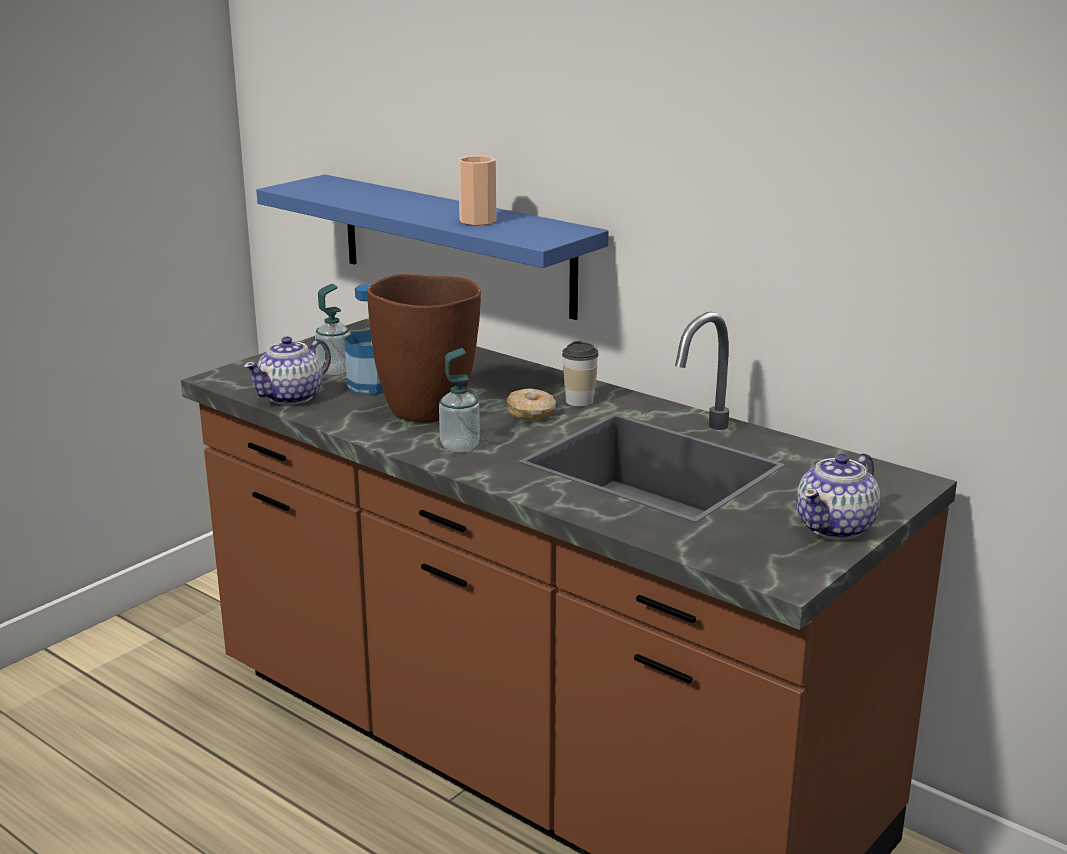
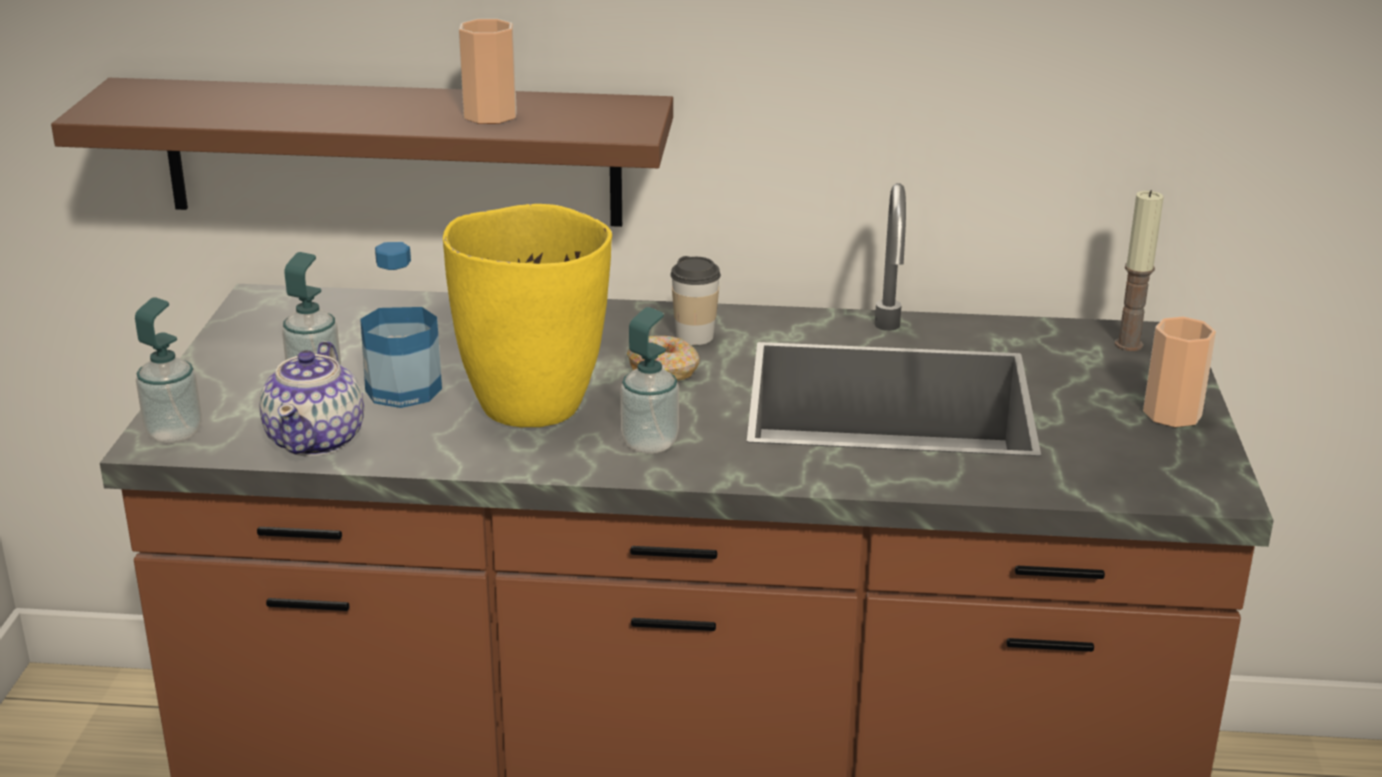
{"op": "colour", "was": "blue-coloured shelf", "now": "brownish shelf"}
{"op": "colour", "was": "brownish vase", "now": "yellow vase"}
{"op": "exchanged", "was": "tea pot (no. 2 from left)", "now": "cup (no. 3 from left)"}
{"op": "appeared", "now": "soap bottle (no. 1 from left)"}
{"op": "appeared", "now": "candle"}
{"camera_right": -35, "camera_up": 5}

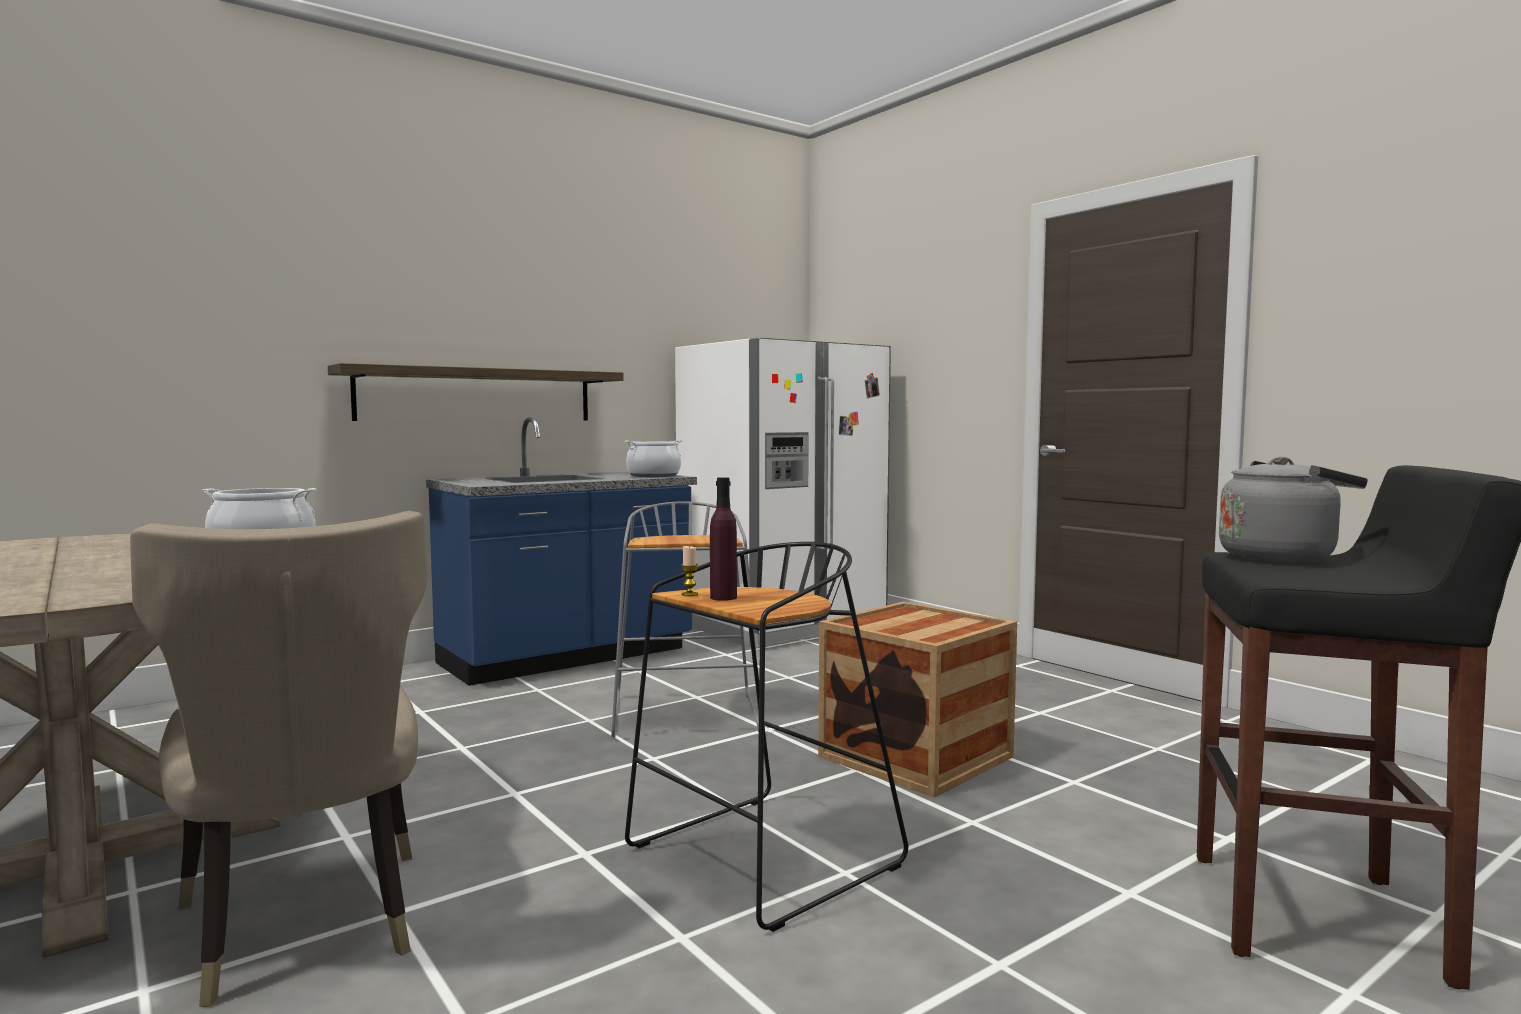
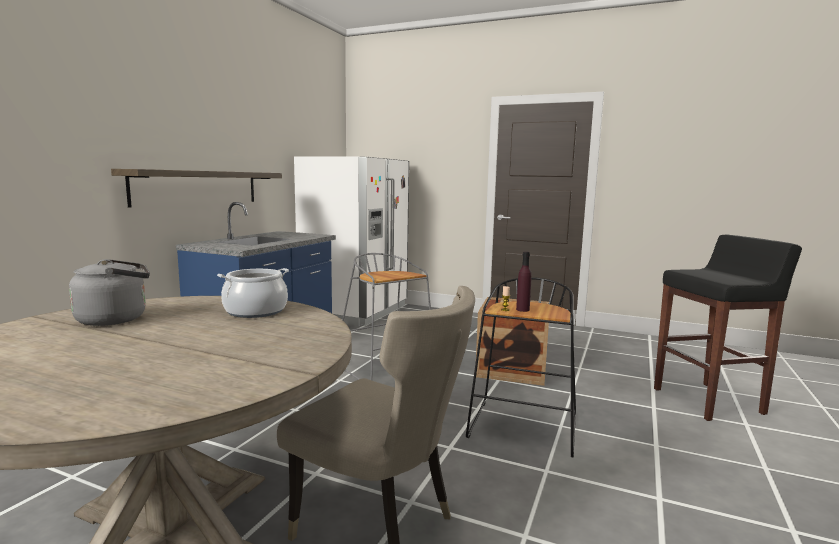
{"op": "missing", "was": "stockpot (no. 2 from left)"}
{"op": "relocated", "was": "grey tea kettle"}
{"camera_right": -30, "camera_up": 5}

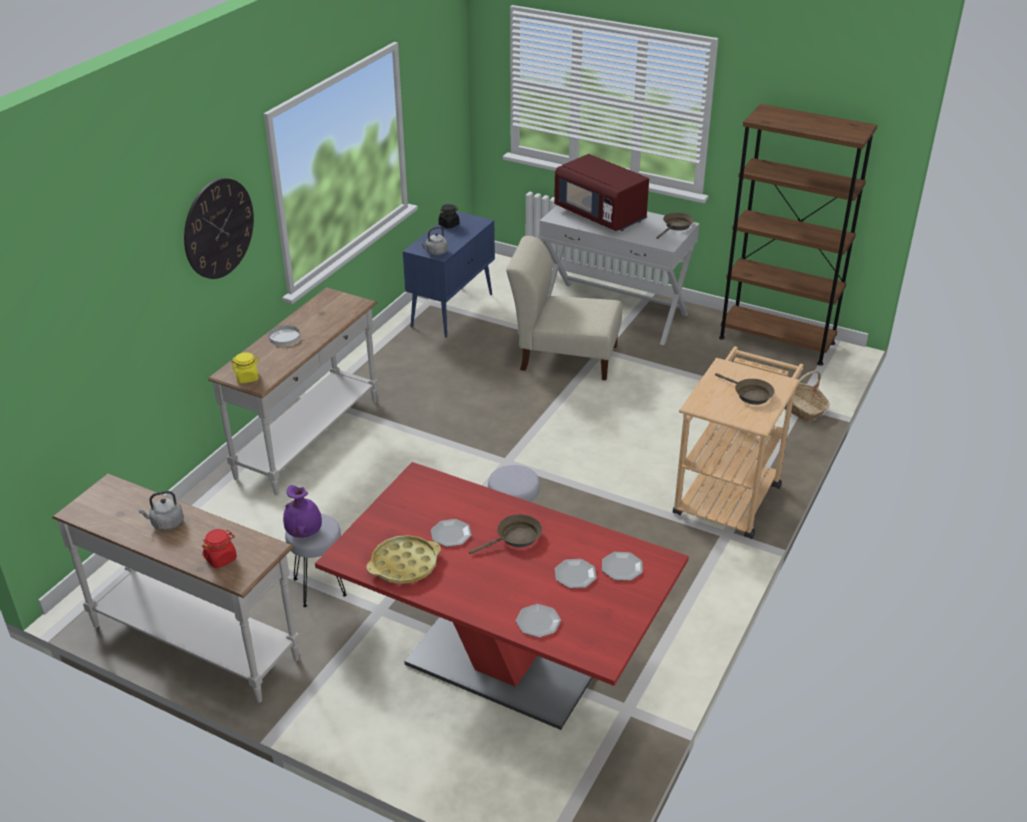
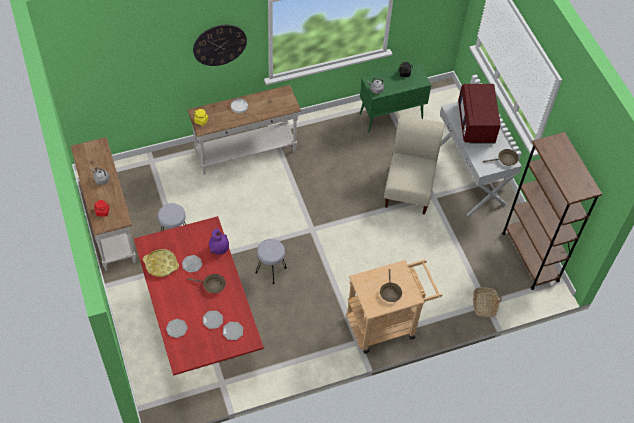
{"op": "relocated", "was": "purple vase"}
{"op": "colour", "was": "blue-coloured cabinet", "now": "green cabinet"}
{"op": "spun", "was": "beige upright chair", "clockwise": 45}
{"camera_right": 40, "camera_up": 20}

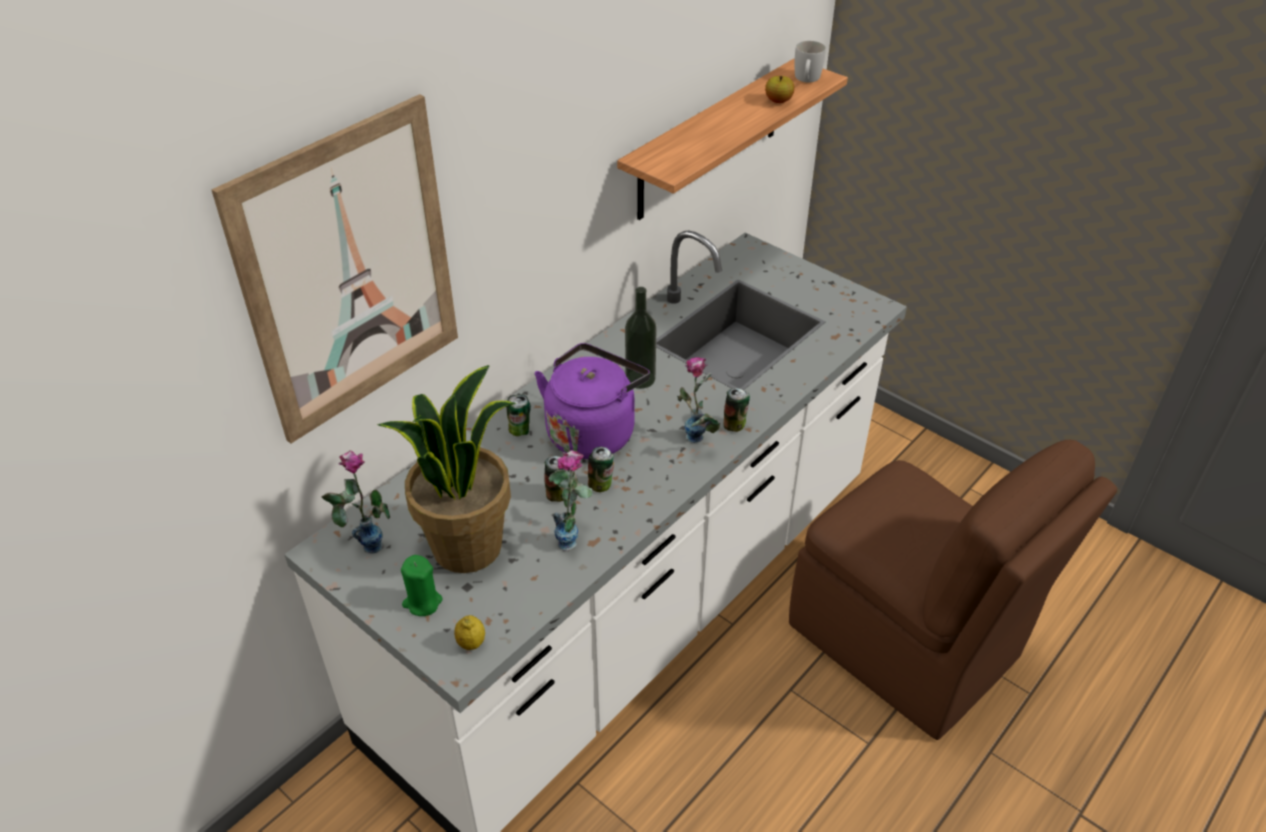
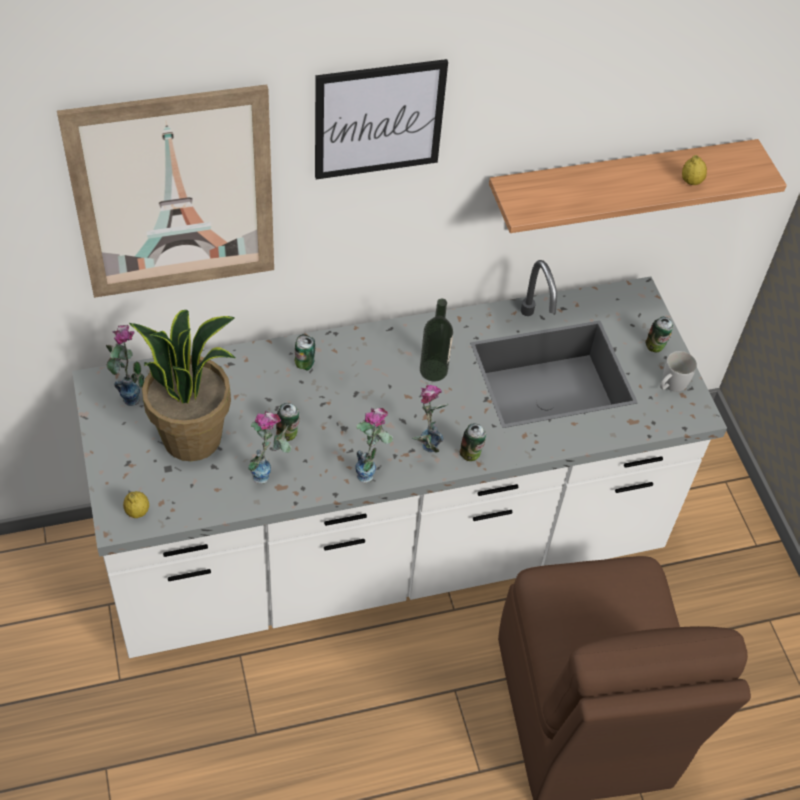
{"op": "missing", "was": "green candle"}
{"op": "missing", "was": "purple tea kettle"}
{"op": "relocated", "was": "can (no. 3 from left in the first image)", "now": "can (no. 4 from left)"}
{"op": "exchanged", "was": "apple fruit", "now": "citrus fruit (no. 2 from left)"}
{"op": "relocated", "was": "white-coloured mug"}
{"op": "appeared", "now": "picture (no. 2 from left)"}
{"op": "appeared", "now": "vase (no. 3 from left)"}
{"camera_right": 30, "camera_up": 10}

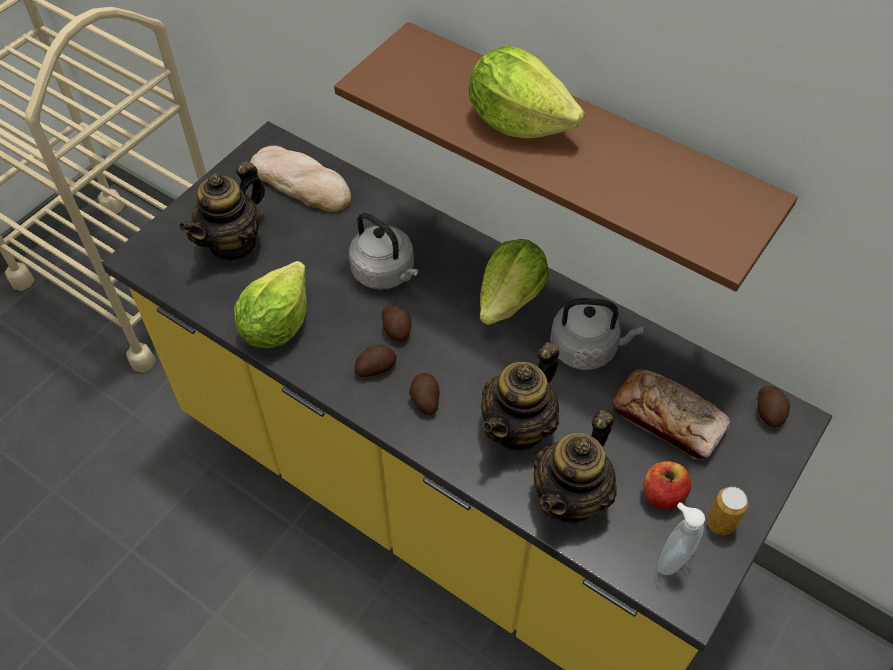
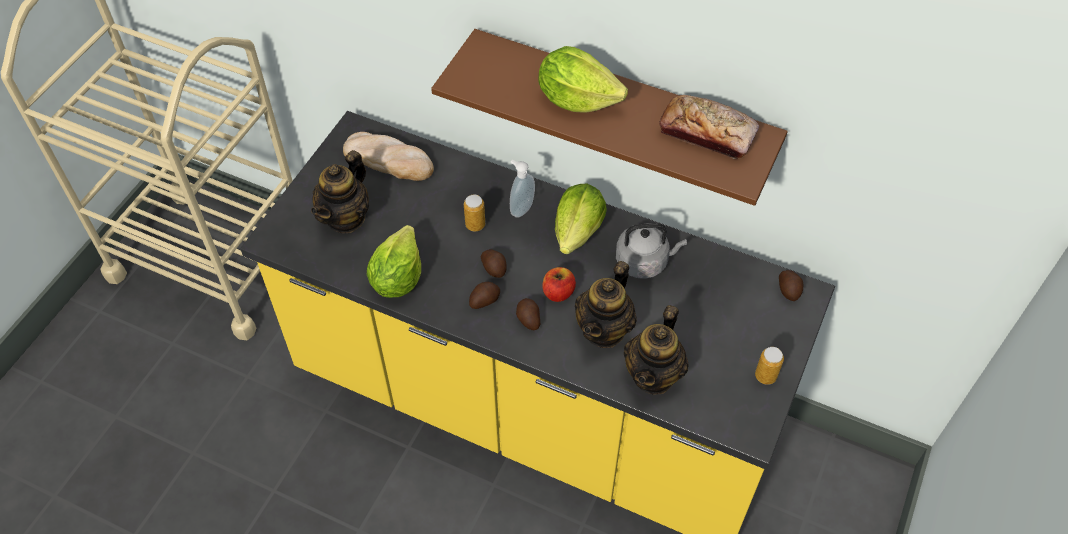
{"op": "exchanged", "was": "grey tea kettle (no. 1 from left)", "now": "can (no. 1 from left)"}
{"op": "relocated", "was": "bakery bread (no. 2 from left)"}
{"op": "relocated", "was": "apple fruit"}
{"op": "relocated", "was": "soap bottle"}
{"camera_right": -10, "camera_up": 0}

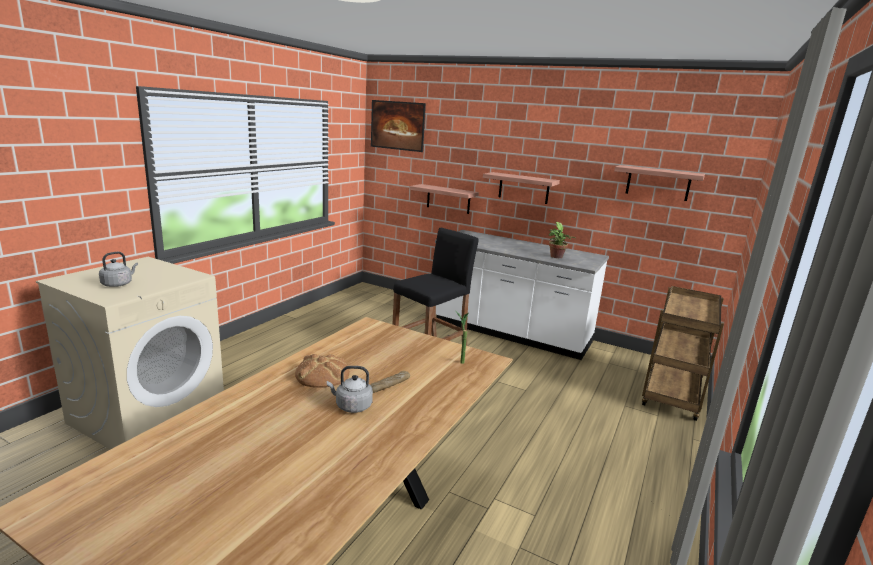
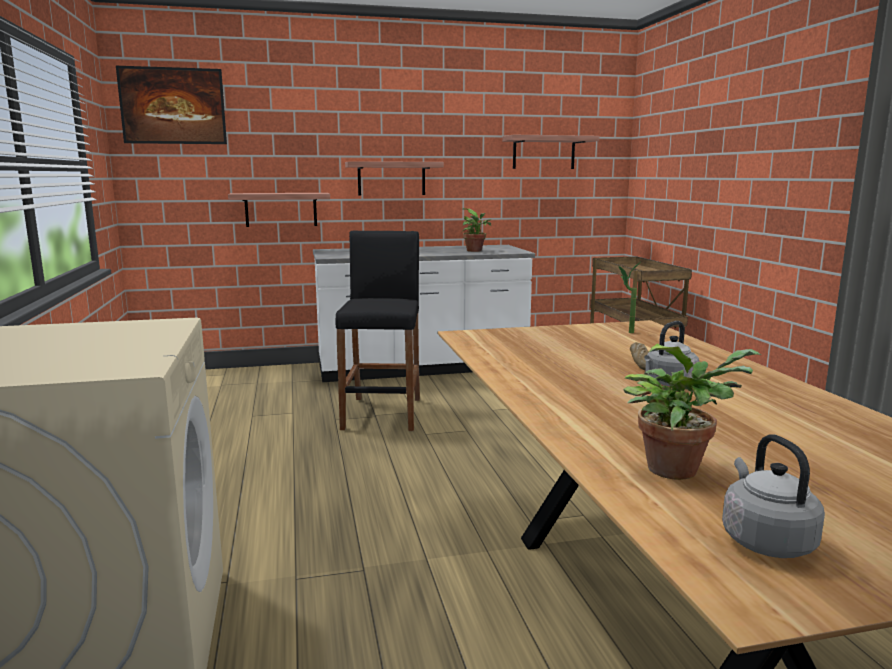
{"op": "relocated", "was": "grey tea kettle (no. 1 from left in the first image)", "now": "grey tea kettle (no. 2 from left)"}
{"op": "missing", "was": "bakery bread (no. 1 from left)"}
{"op": "appeared", "now": "plant in a pot (no. 3 from left)"}
{"camera_right": -40, "camera_up": -5}

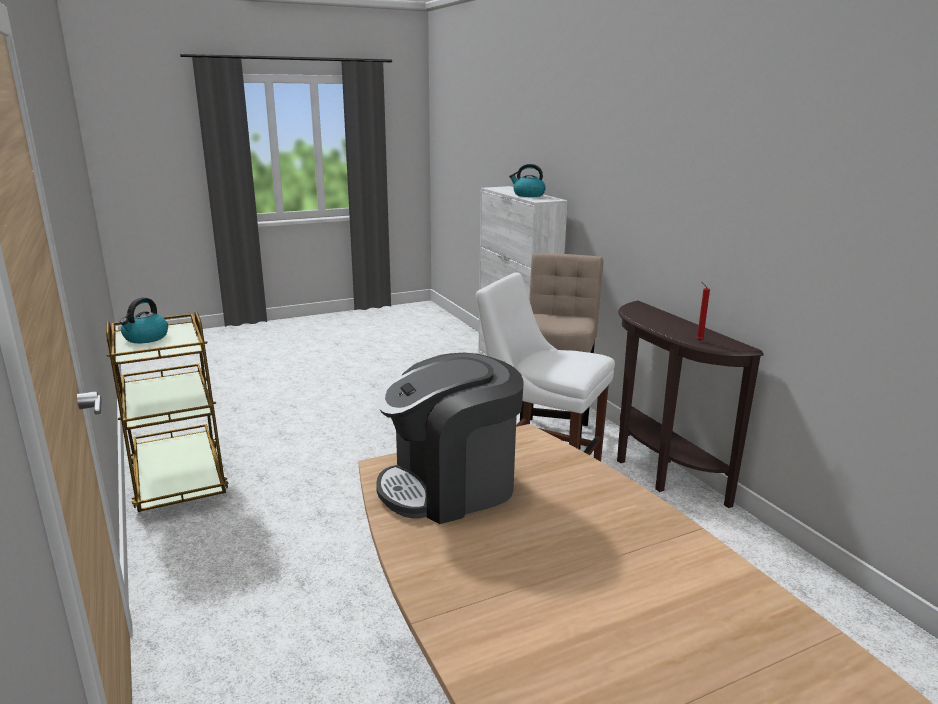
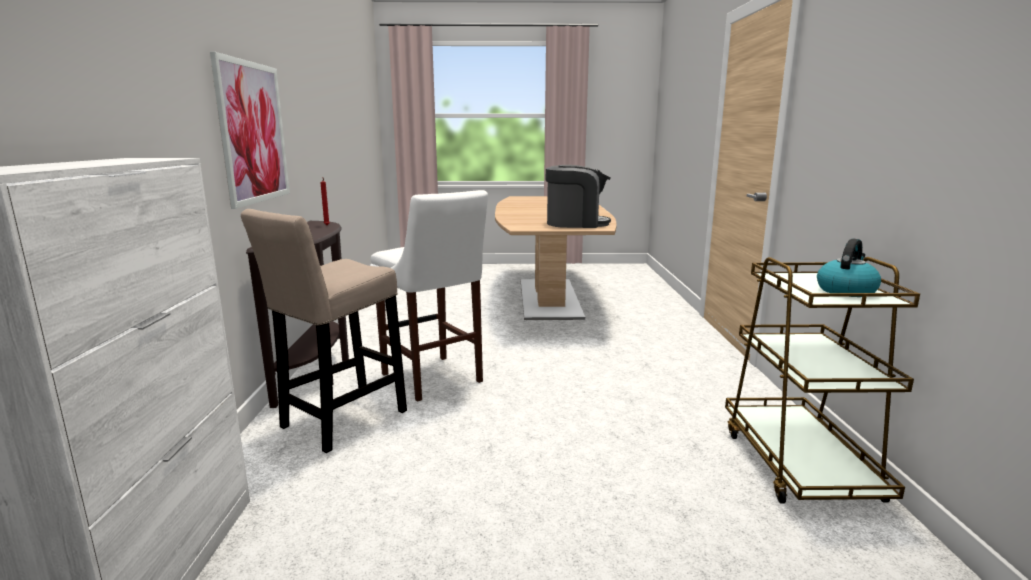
{"op": "missing", "was": "tea kettle (no. 2 from left)"}
{"op": "appeared", "now": "picture"}
{"camera_right": -155, "camera_up": -5}

